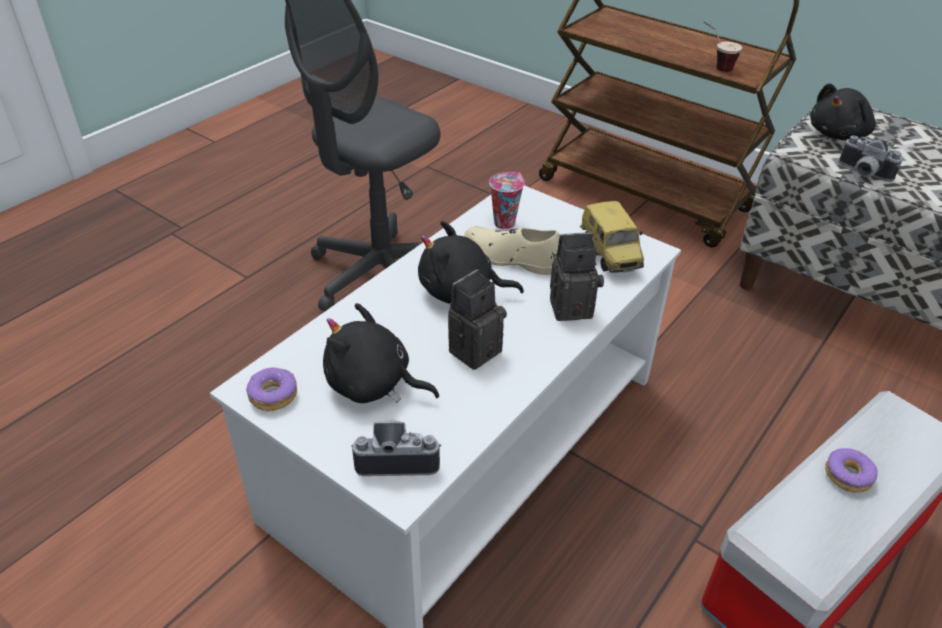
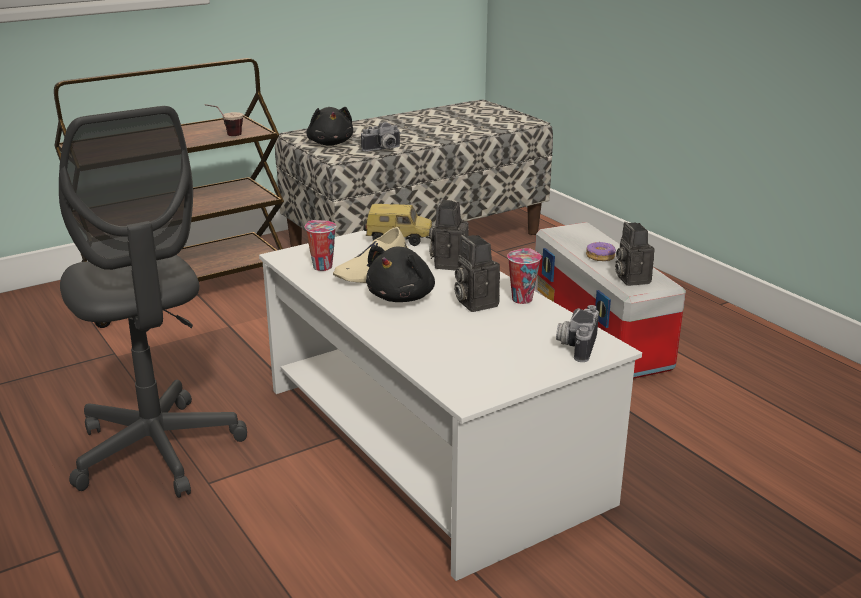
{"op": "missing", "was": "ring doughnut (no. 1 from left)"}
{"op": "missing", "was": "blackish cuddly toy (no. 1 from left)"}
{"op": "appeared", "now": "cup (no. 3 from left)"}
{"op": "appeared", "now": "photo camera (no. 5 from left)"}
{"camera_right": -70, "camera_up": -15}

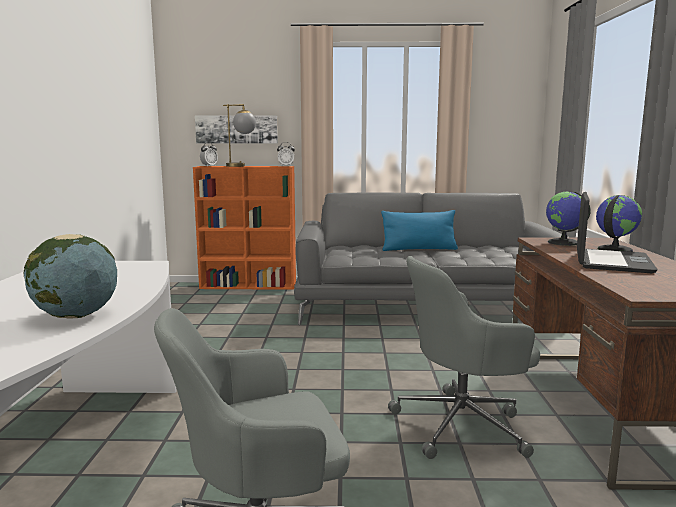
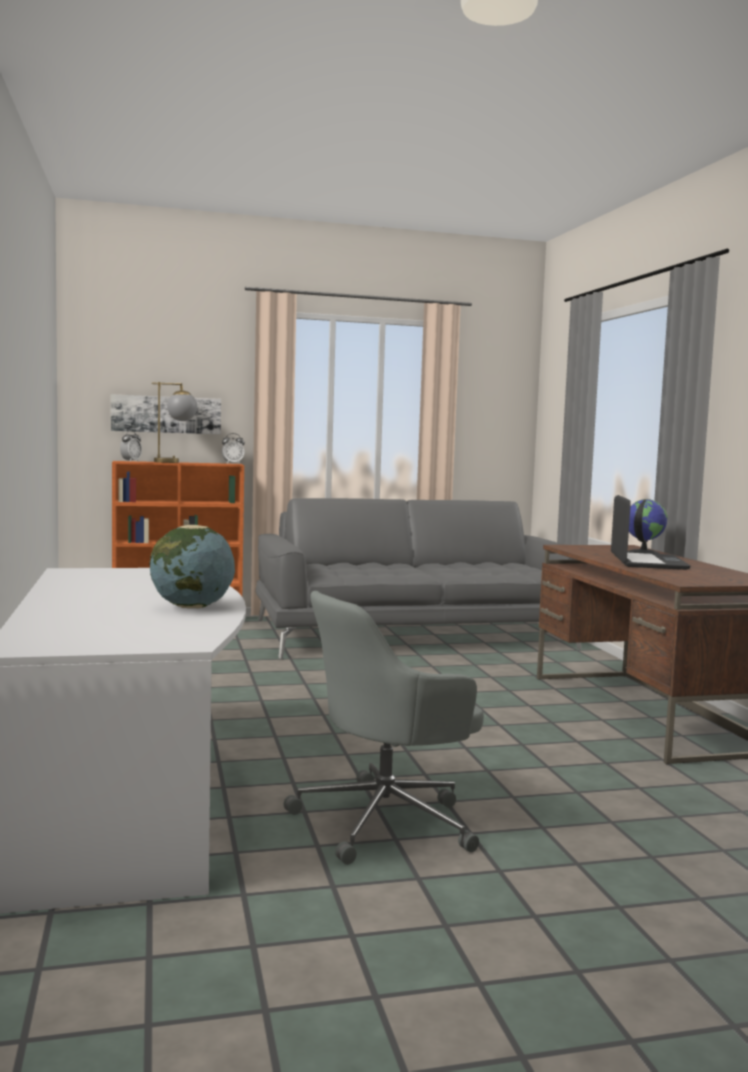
{"op": "missing", "was": "blue-coloured throw pillow"}
{"op": "missing", "was": "grey computer chair (no. 2 from left)"}
{"op": "missing", "was": "world globe (no. 2 from left)"}
{"camera_right": -15, "camera_up": -5}

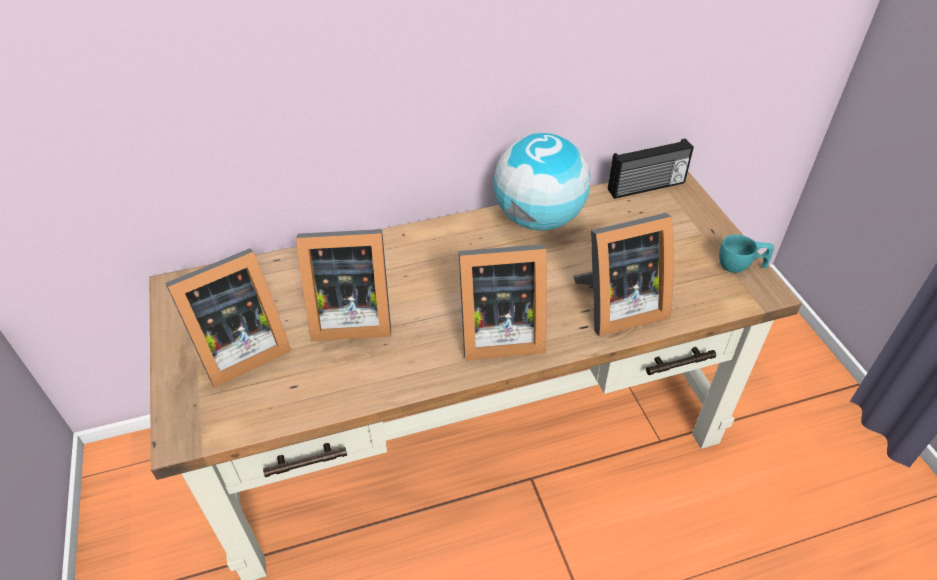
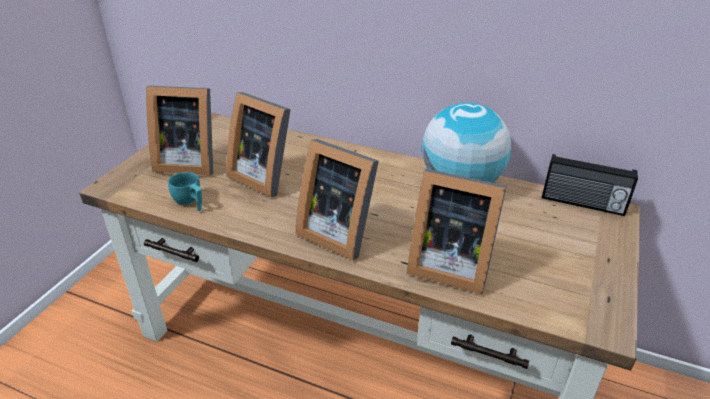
{"op": "relocated", "was": "blue-green cup"}
{"camera_right": 40, "camera_up": -10}

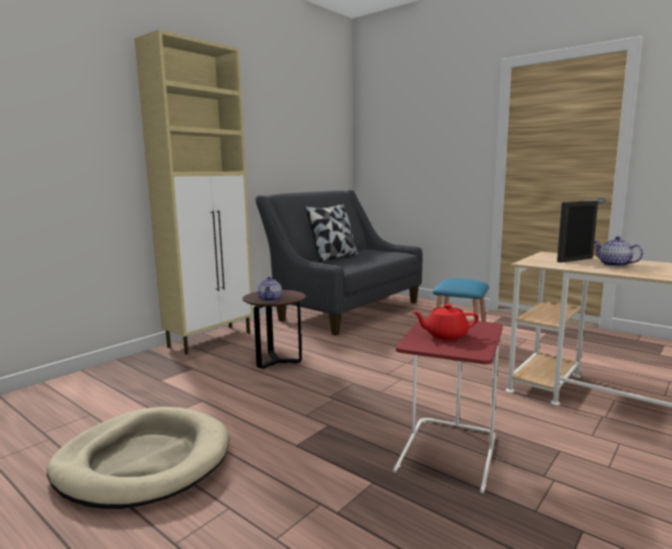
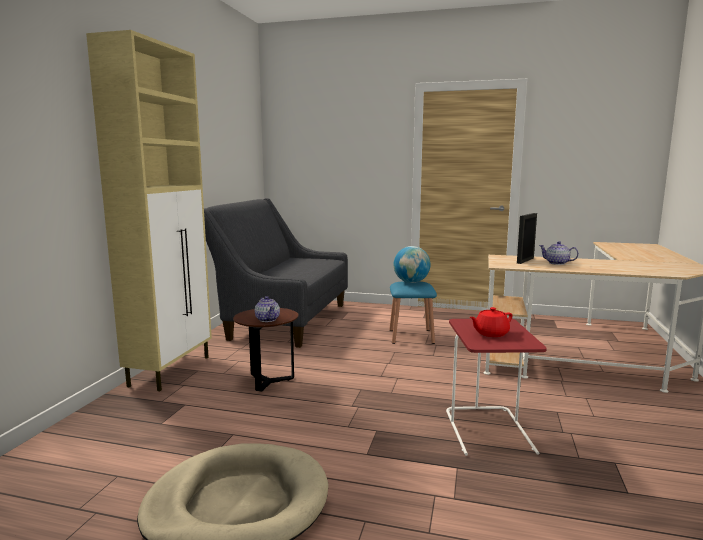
{"op": "missing", "was": "throw pillow"}
{"op": "appeared", "now": "world globe"}
{"camera_right": -25, "camera_up": 0}

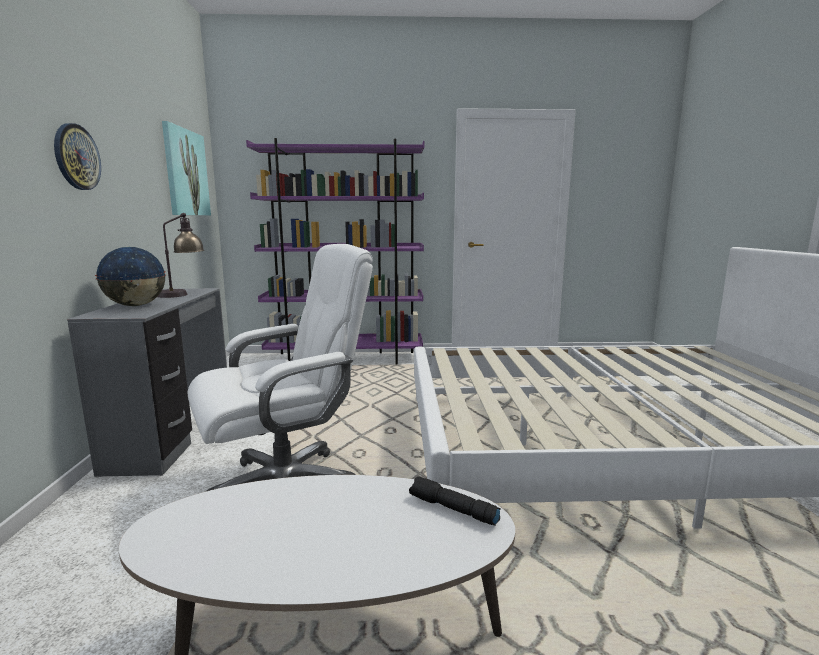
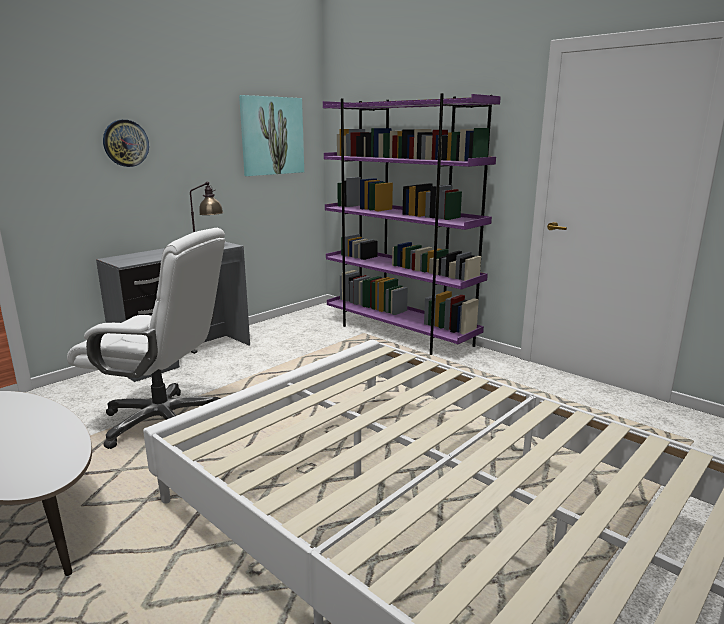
{"op": "missing", "was": "world globe"}
{"op": "missing", "was": "blackish flashlight"}
{"camera_right": 45, "camera_up": 5}

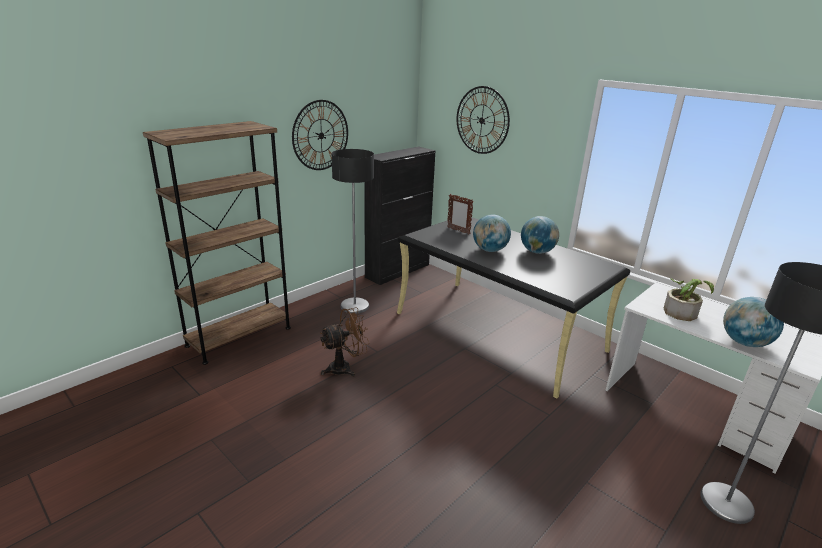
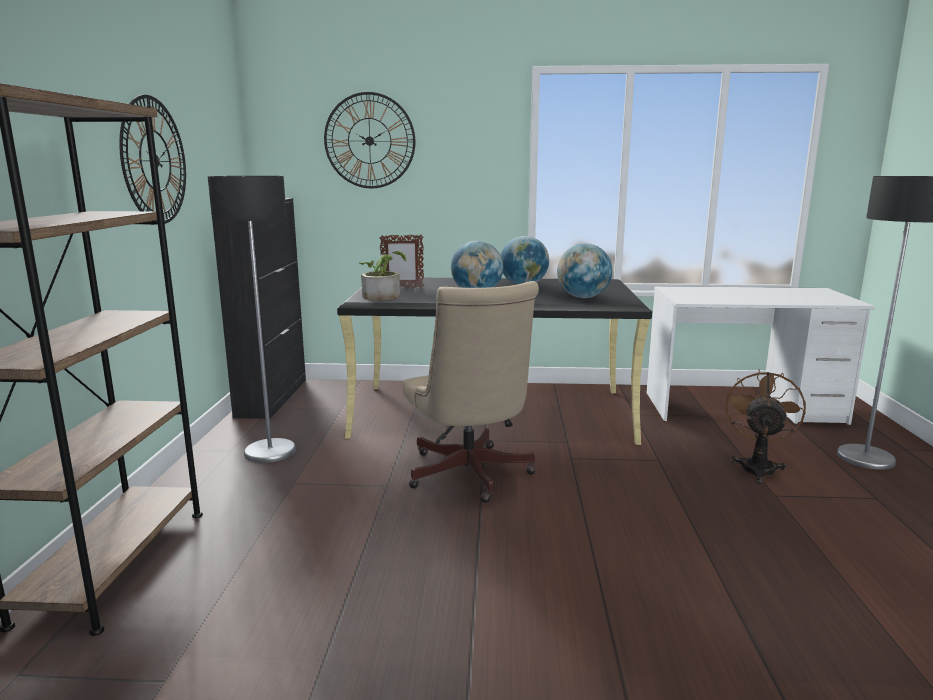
{"op": "relocated", "was": "brownish cooling fan"}
{"op": "relocated", "was": "plant in a pot"}
{"op": "relocated", "was": "world globe (no. 3 from left)"}
{"op": "appeared", "now": "beige computer chair"}
{"camera_right": -40, "camera_up": -10}

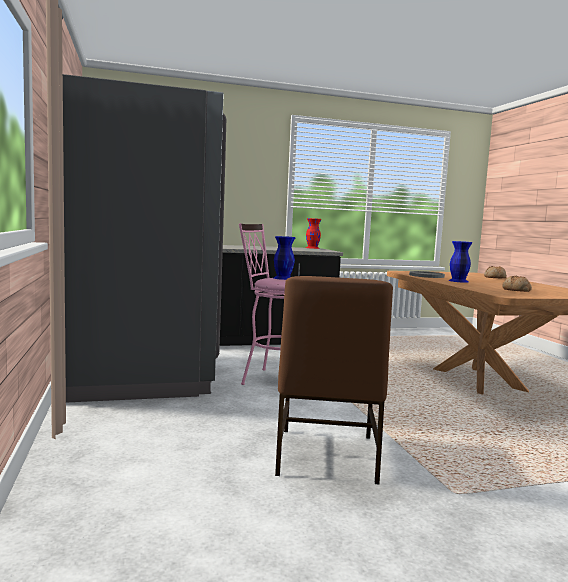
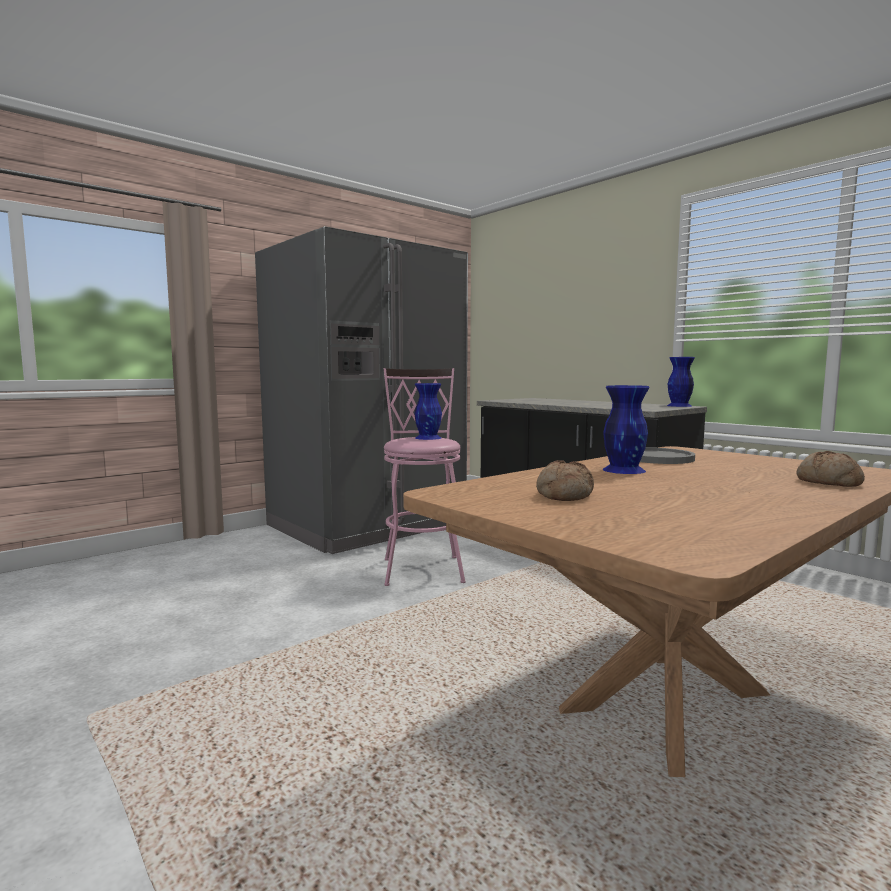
{"op": "missing", "was": "brownish upright chair"}
{"op": "colour", "was": "red vase", "now": "blue-coloured vase (no. 3 from left)"}
{"camera_right": 65, "camera_up": 0}

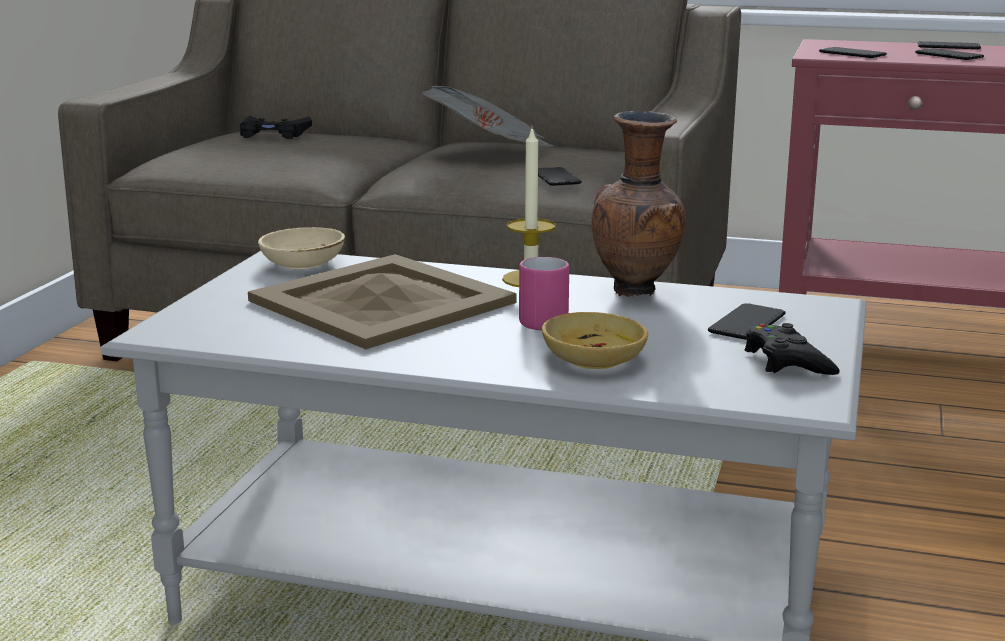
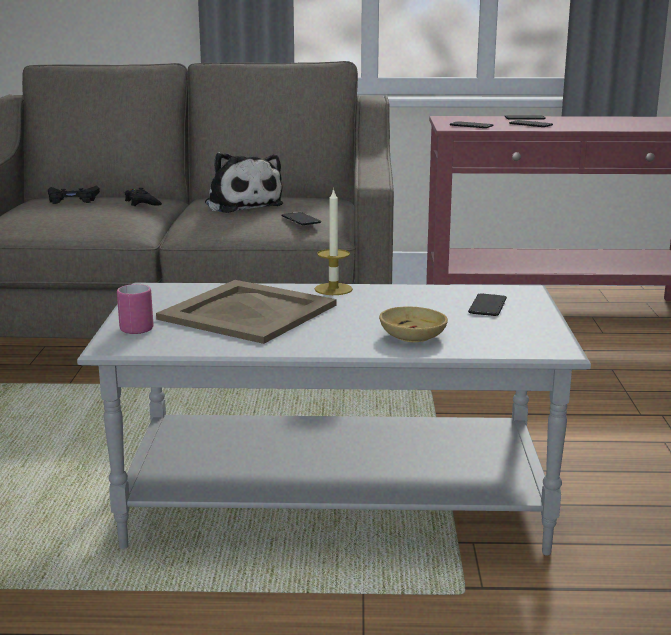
{"op": "missing", "was": "beige bowl (no. 1 from left)"}
{"op": "exchanged", "was": "printed paper", "now": "cuddly toy"}
{"op": "relocated", "was": "pinkish mug"}
{"op": "missing", "was": "brownish vase"}
{"op": "relocated", "was": "blackish game controller (no. 2 from left)"}
{"camera_right": -15, "camera_up": 0}

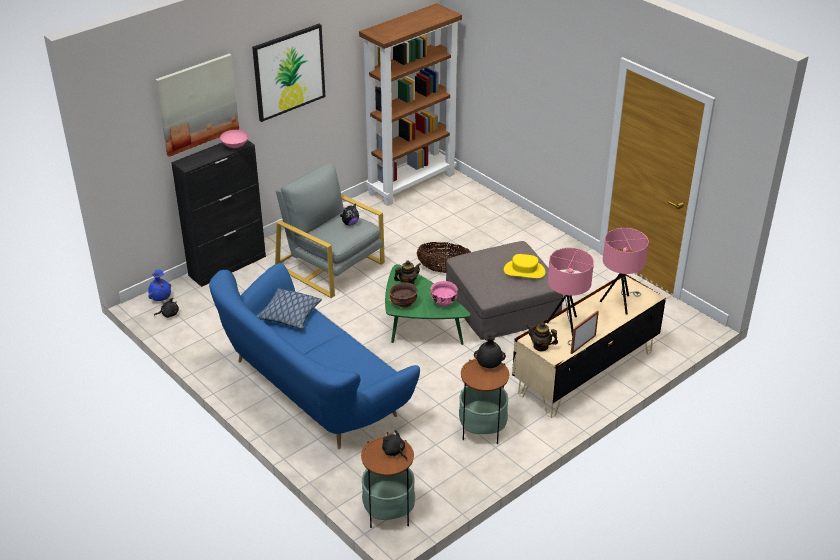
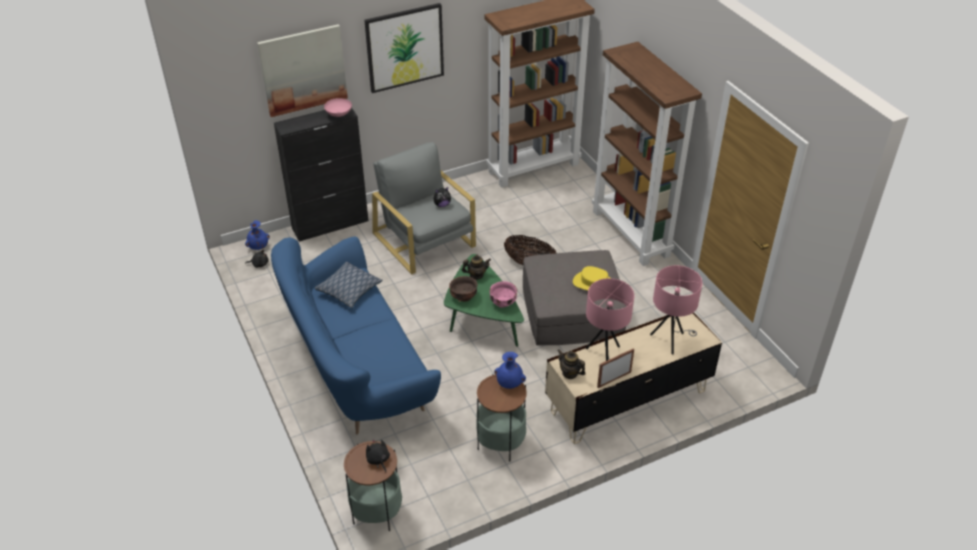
{"op": "colour", "was": "blackish vase", "now": "blue-coloured vase (no. 2 from left)"}
{"op": "appeared", "now": "brownish bookshelf (no. 2 from left)"}
{"camera_right": 15, "camera_up": 5}

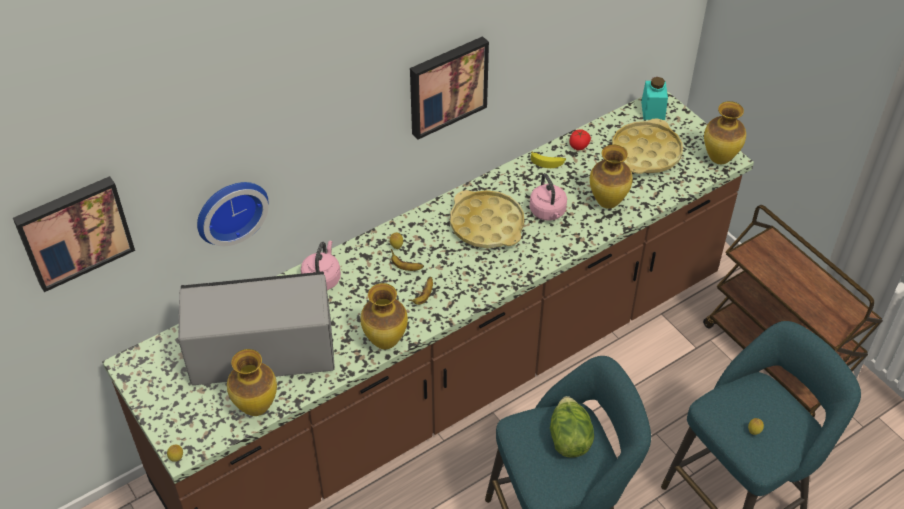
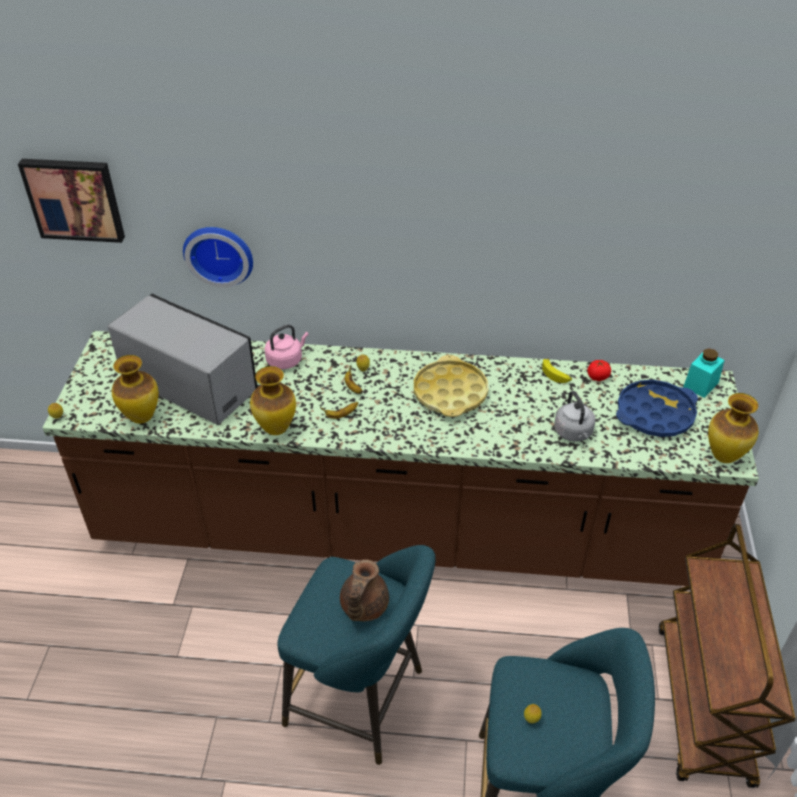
{"op": "missing", "was": "picture (no. 2 from left)"}
{"op": "missing", "was": "pinkish tea kettle (no. 2 from left)"}
{"op": "exchanged", "was": "lettuce head", "now": "brownish tea pot"}
{"op": "exchanged", "was": "vase (no. 3 from left)", "now": "grey tea kettle"}
{"op": "colour", "was": "yellow carrying tray (no. 2 from left)", "now": "blue-coloured carrying tray"}
{"camera_right": 40, "camera_up": -5}

